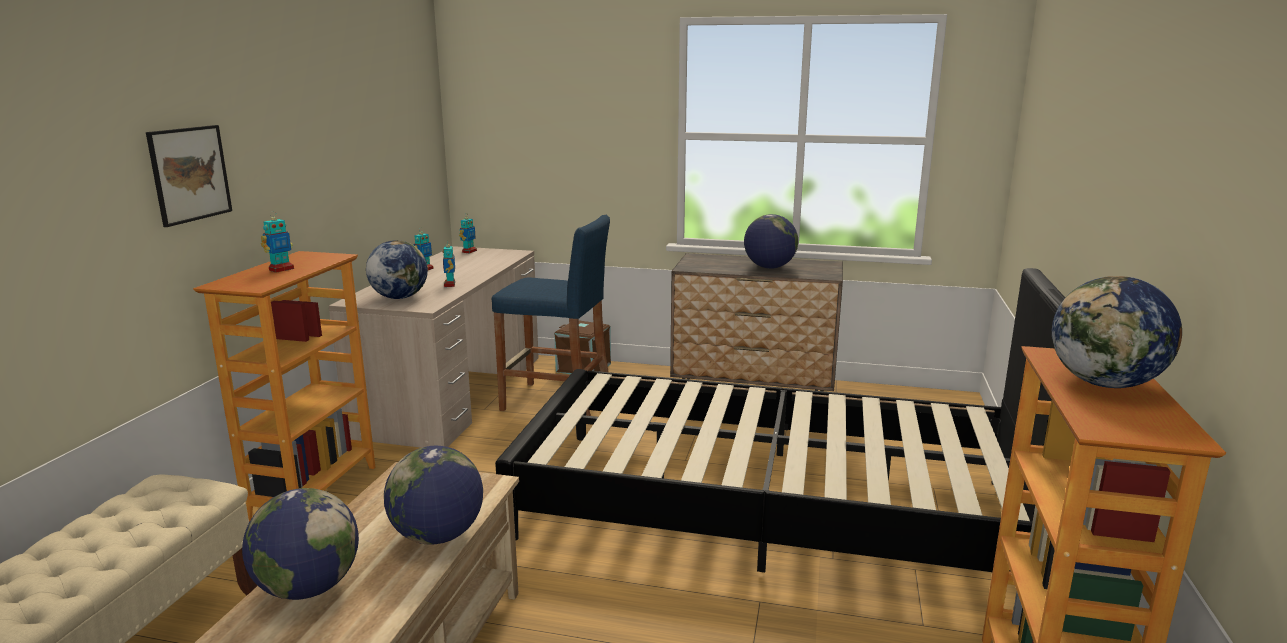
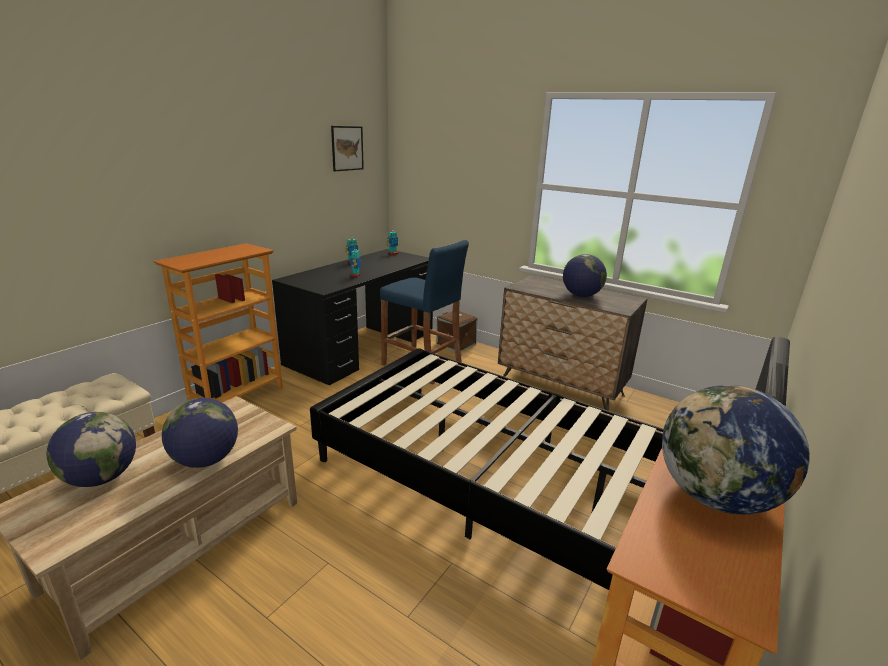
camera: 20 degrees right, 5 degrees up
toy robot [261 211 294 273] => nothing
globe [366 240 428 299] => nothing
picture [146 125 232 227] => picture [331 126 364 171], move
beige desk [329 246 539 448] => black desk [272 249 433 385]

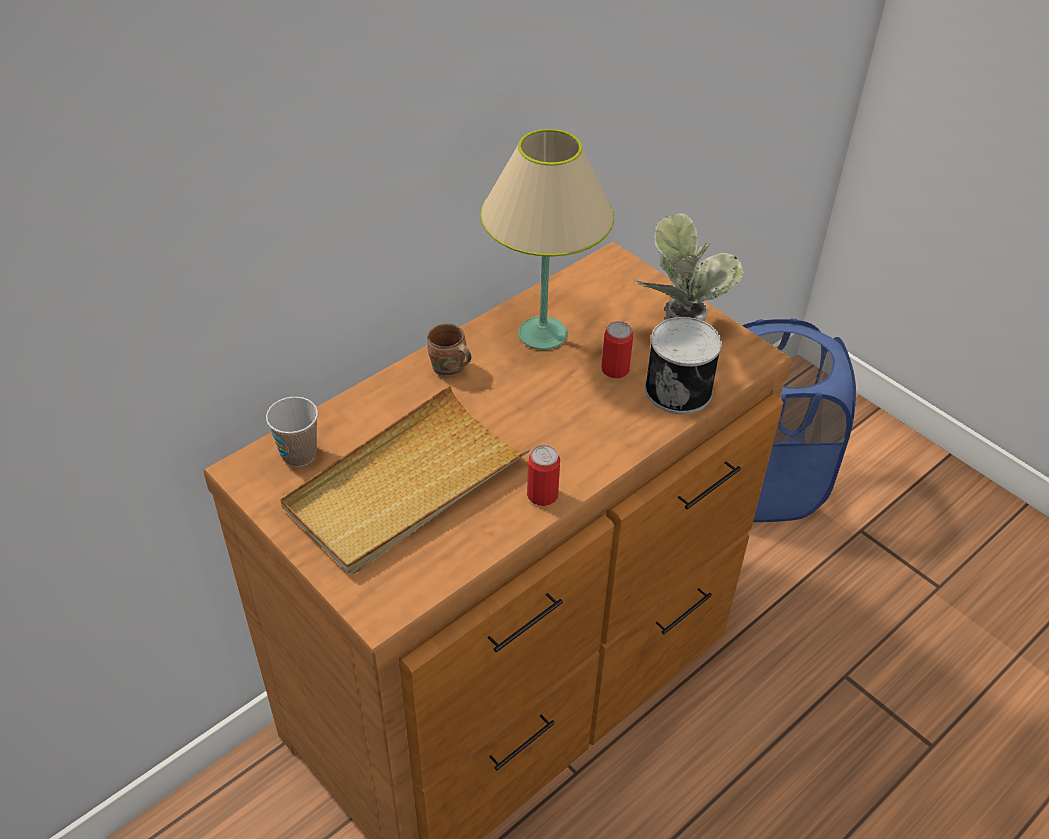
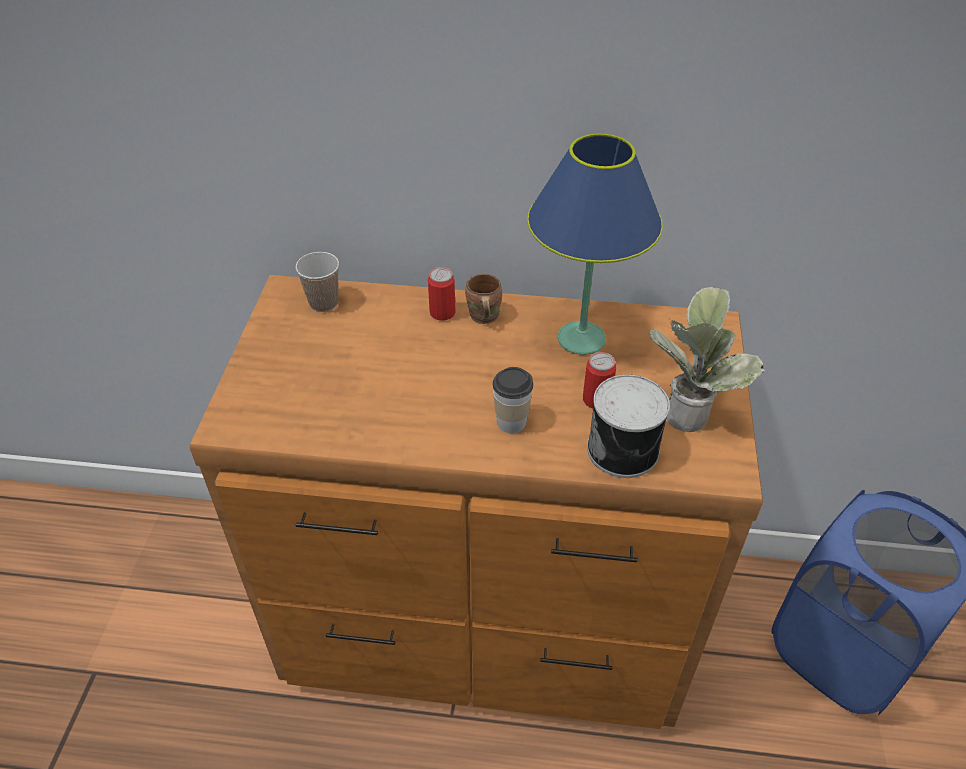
camera: 50 degrees right, 0 degrees up
beige tray [280 385 530 575] => nothing
nothing => cup [492 367 534 433]
can [527 445 560 506] => can [428 267 455 321], move
beige table lamp [480 129 614 350] => blue table lamp [527 133 663 355]

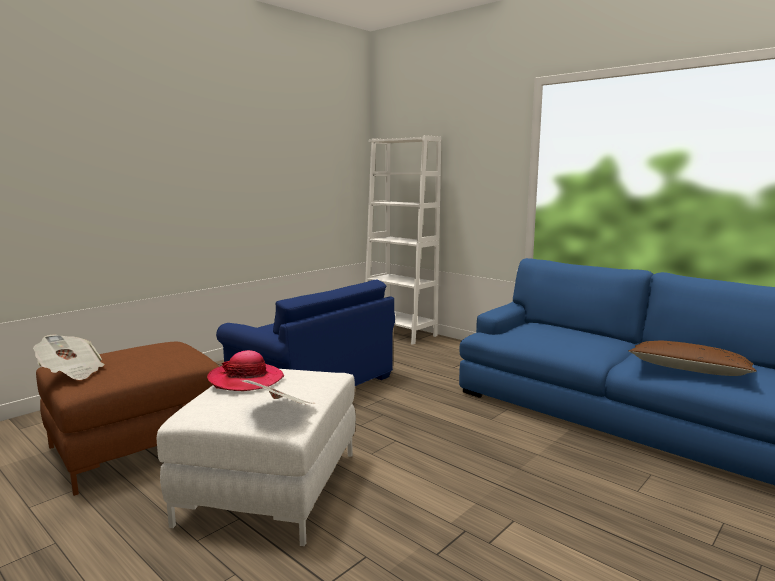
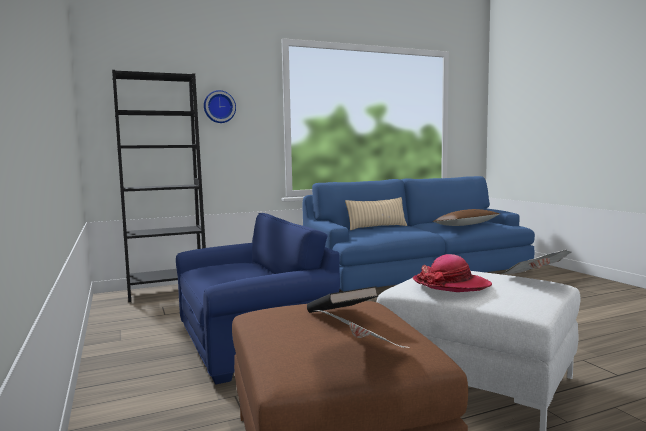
camera: 65 degrees left, 5 degrees down
nothing => wall clock [204 90 236 123]
nothing => black book [307 286 378 313]
nothing => beige pillow [345 197 407 230]
white bookcase [365 135 441 345] => black bookcase [112 70 206 303]

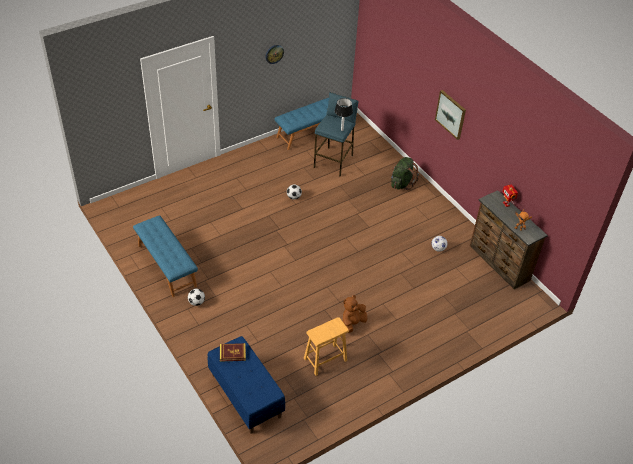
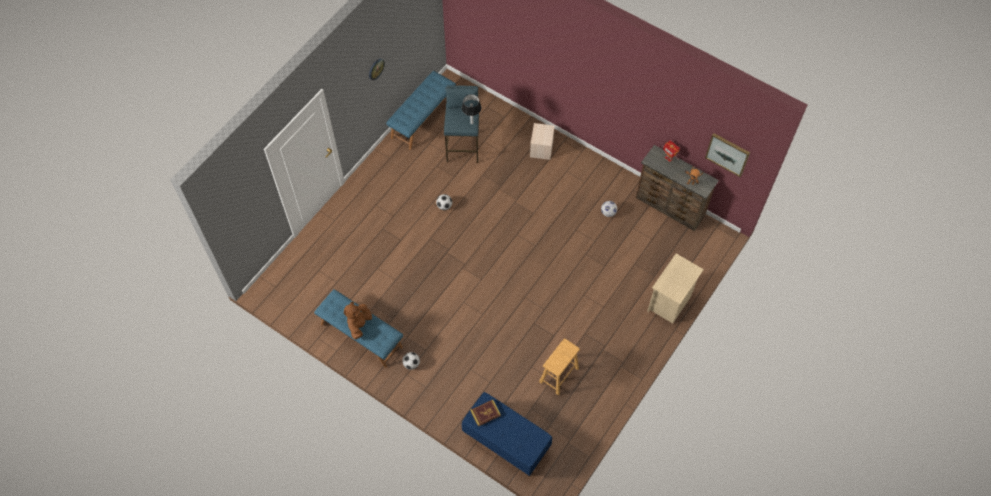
camera: 20 degrees left, 15 degrees up
nothing => beige nightstand [647 254 704 323]
brown plush toy [343 295 367 333] => brown plush toy [344 302 372 340], move
picture [435 90 466 140] => picture [705 133 750 177], move
green backpack [391 157 419 190] => beige storage box [530 123 554 160]

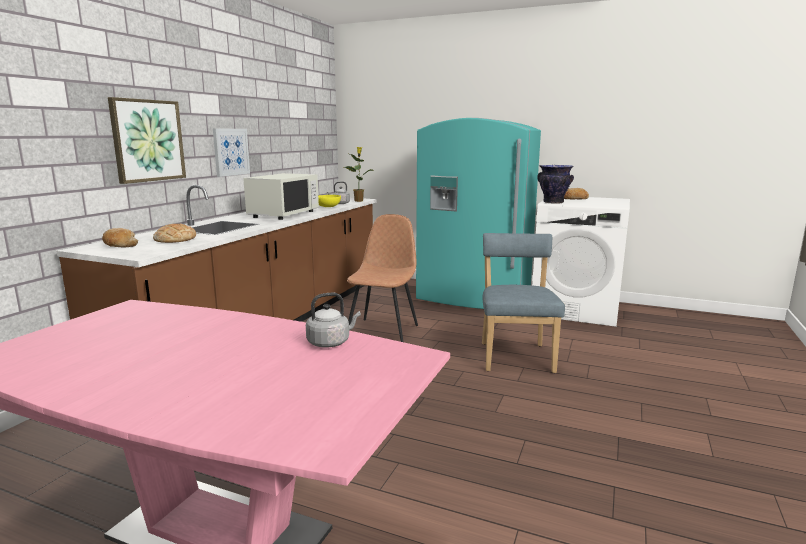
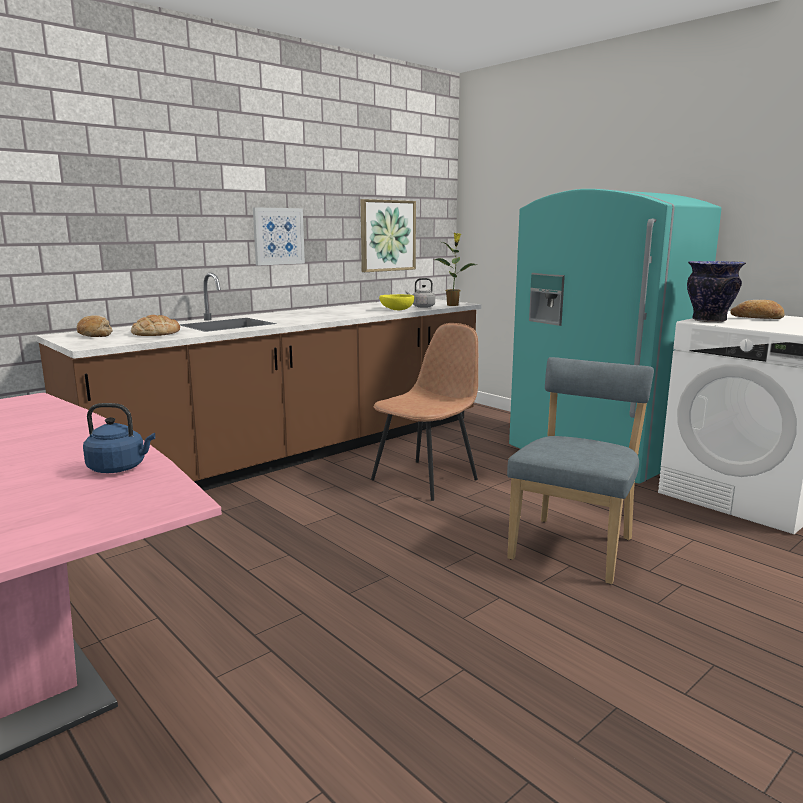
camera: 25 degrees right, 0 degrees up
white microwave [243 173 319 220] => nothing
picture [108 97 186 184] => picture [361 199 416 272], move
grey kettle [306 293 361 347] => blue kettle [83 403 155 473]

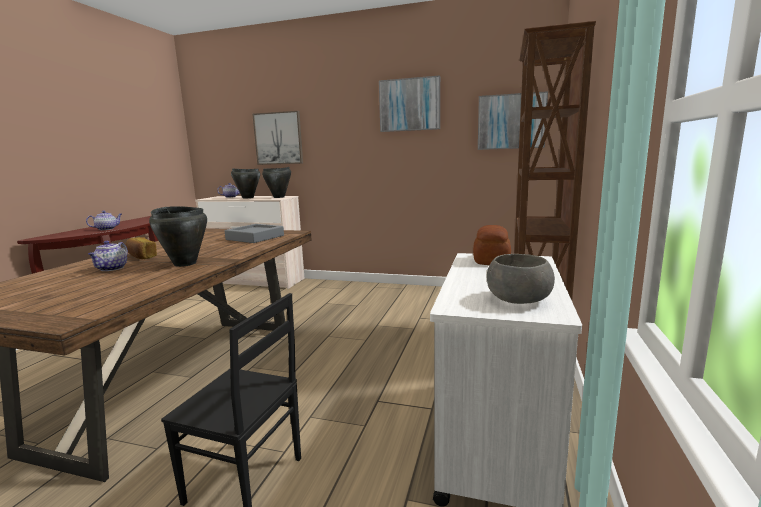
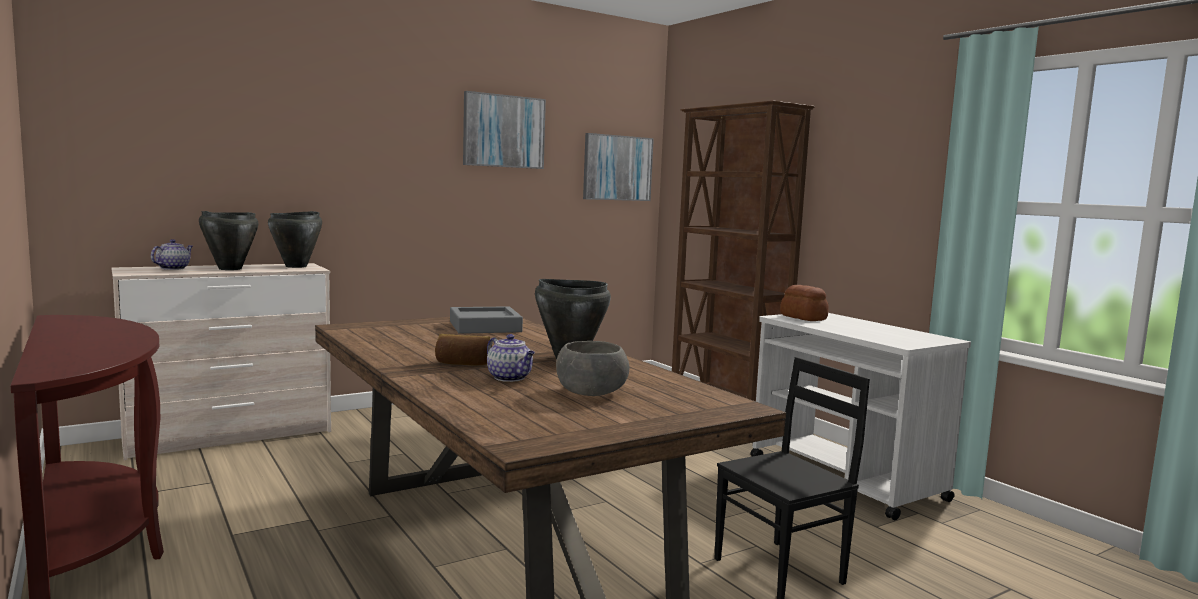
camera: 50 degrees left, 5 degrees down
teapot [86 211 122 230] => nothing
picture [252 111 303 165] => nothing
grey bowl [487 254 555 304] => grey bowl [556 341 630 396], move

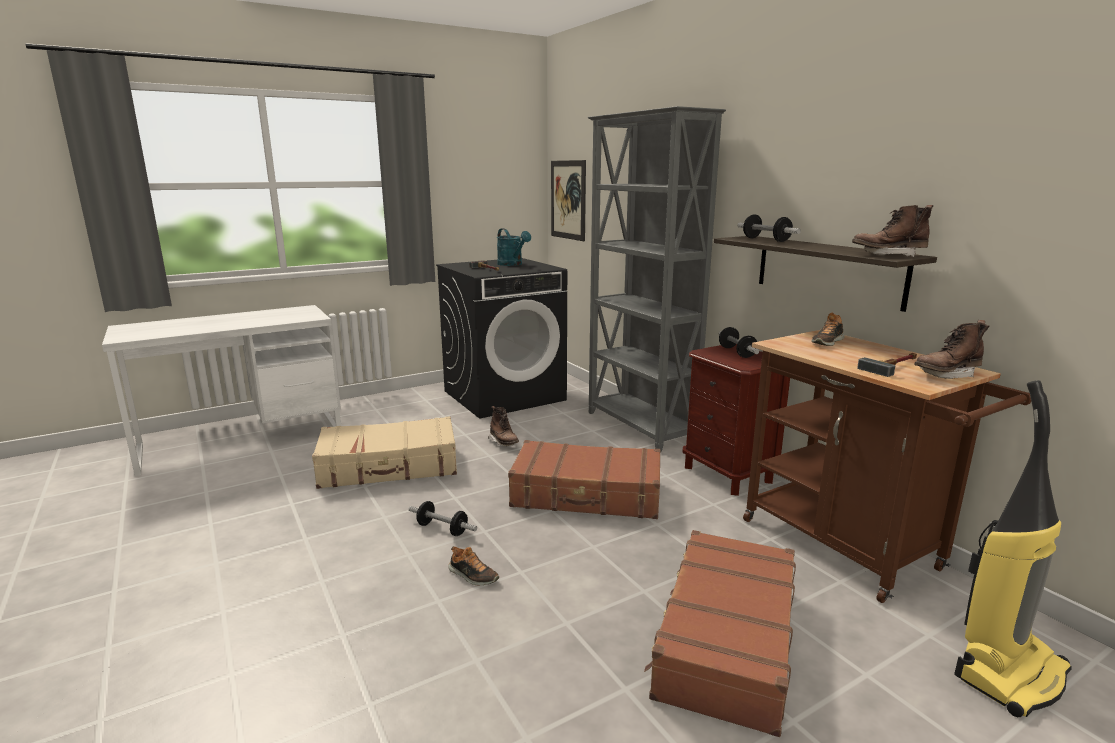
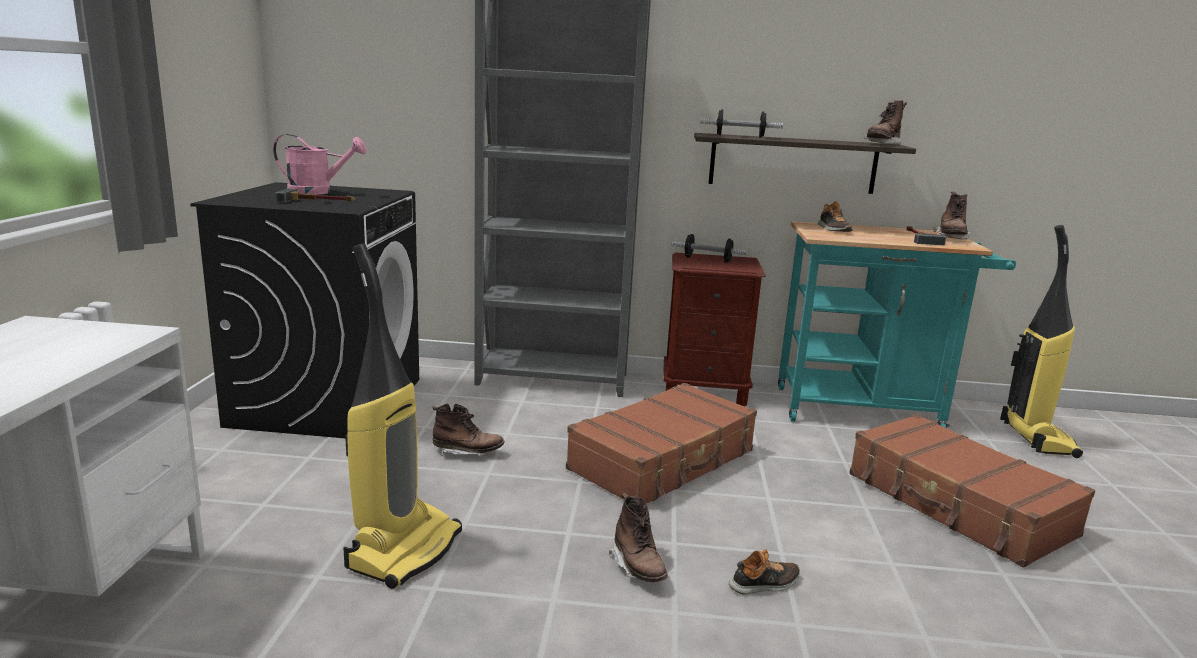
camera: 55 degrees left, 0 degrees up
picture [551 160 586 241] => nothing
beige suitcase [312 416 457 489] => vacuum cleaner [343 244 462 589]
dumbbell [409 501 477 536] => brown boot [609 493 668 582]
turquoise watering can [497 228 531 266] => pink watering can [273 134 366 195]
brown cart [743 330 1031 603] => turquoise cart [778 221 1016 428]

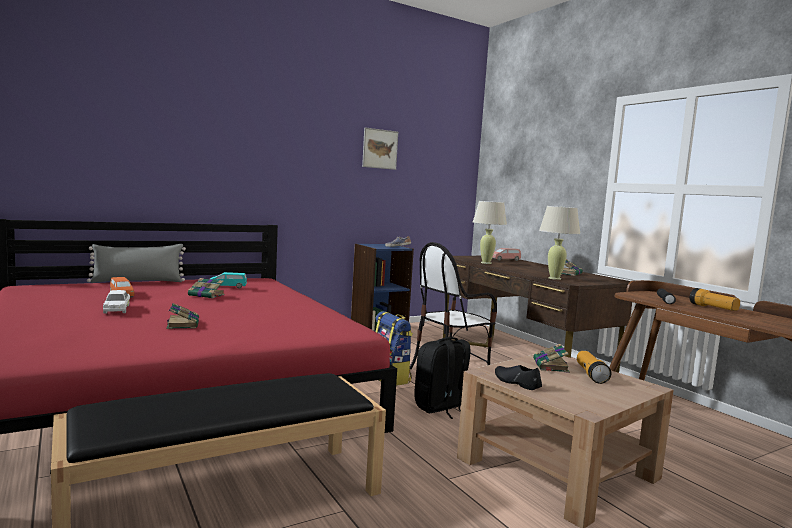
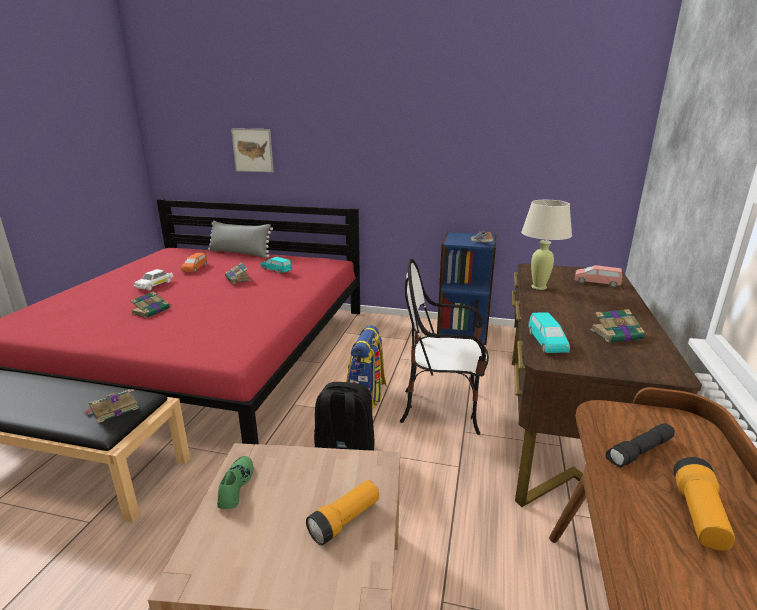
camera: 45 degrees right, 15 degrees up
picture [362 127 398 170] => picture [231 128 274 173], move
book [533 344 570 373] => book [83 389 139 423], move
beige table lamp [539 206 580 280] => turquoise toy car [528 313 570 353]
black shoe [495 365 542 390] => green shoe [217 456 253 509]

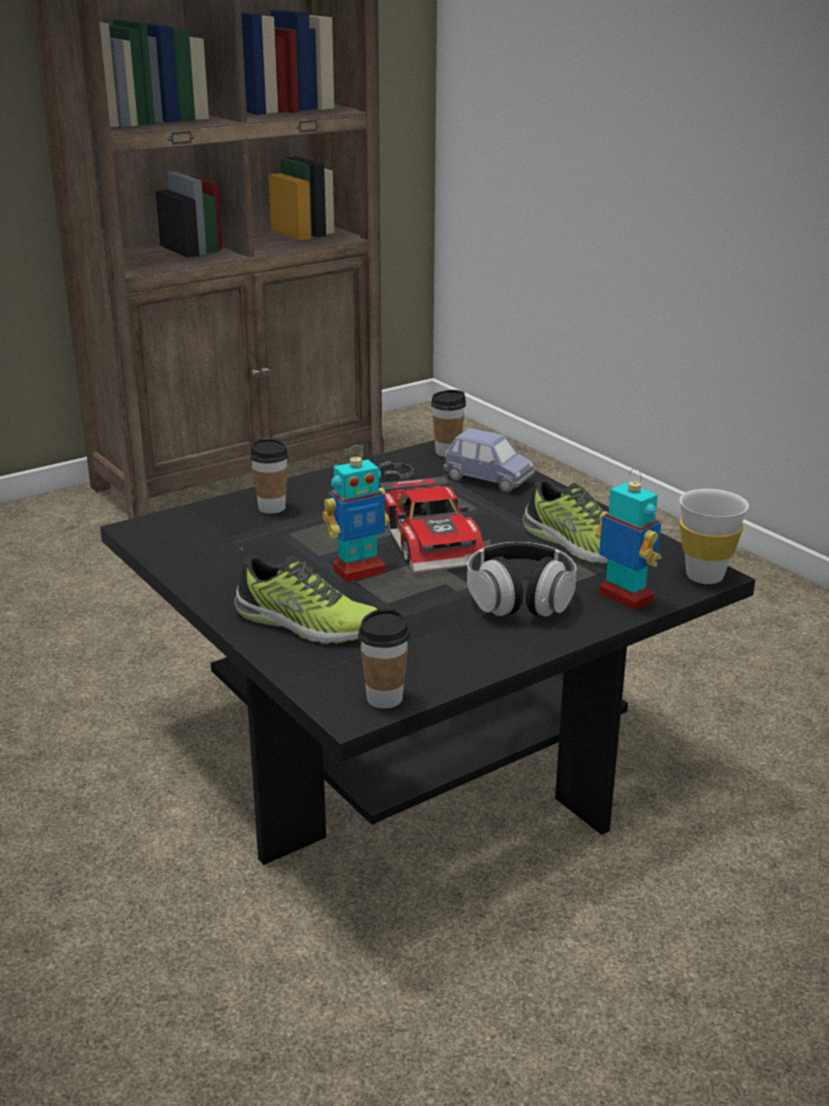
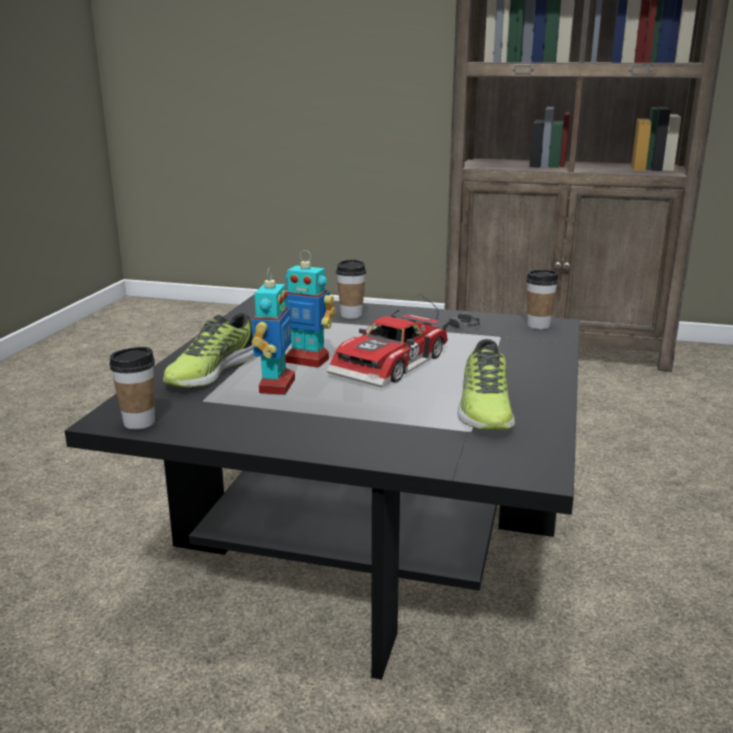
camera: 50 degrees right, 5 degrees down
blue toy car [443 428 535 492] => nothing
headphones [467 542 577 617] => nothing
white cup [679 489 749 584] => nothing
toy robot [595 469 661 610] => toy robot [252 267 295 395], move
shoe [235 555 377 644] => shoe [163 313 254 387], 45 degrees clockwise

